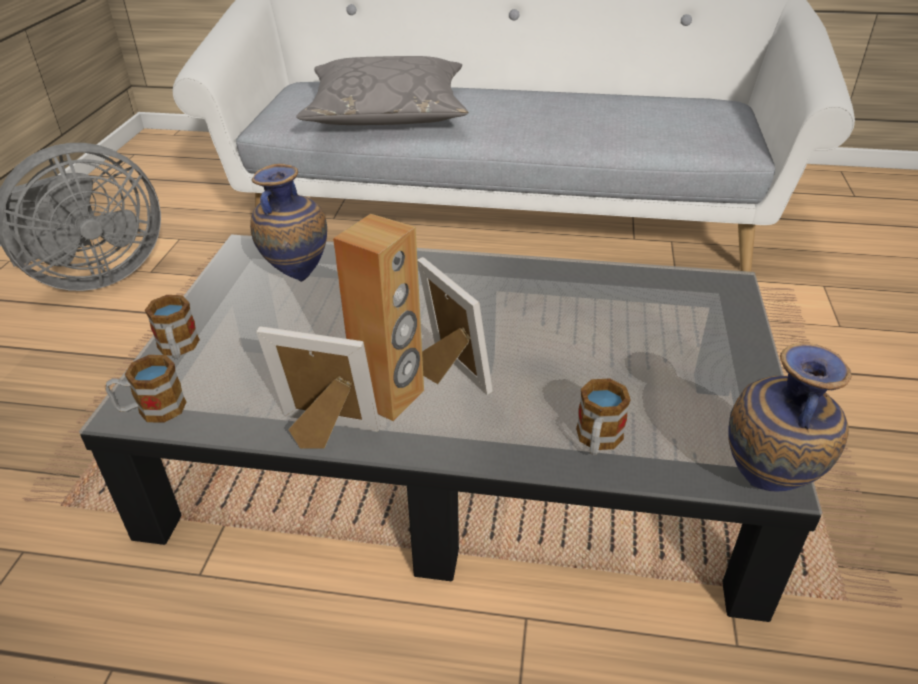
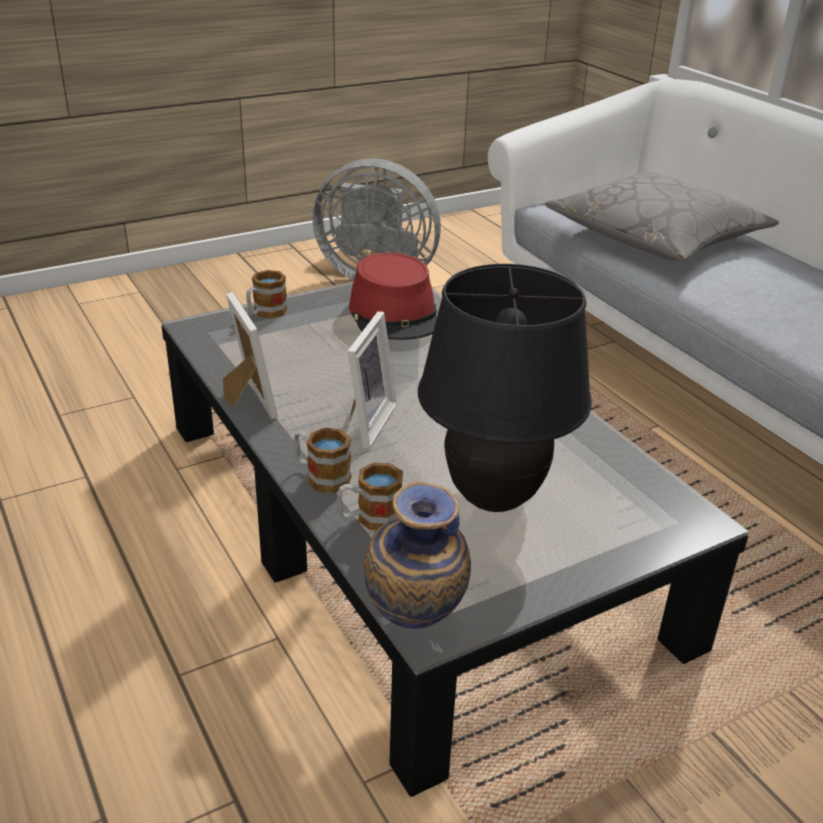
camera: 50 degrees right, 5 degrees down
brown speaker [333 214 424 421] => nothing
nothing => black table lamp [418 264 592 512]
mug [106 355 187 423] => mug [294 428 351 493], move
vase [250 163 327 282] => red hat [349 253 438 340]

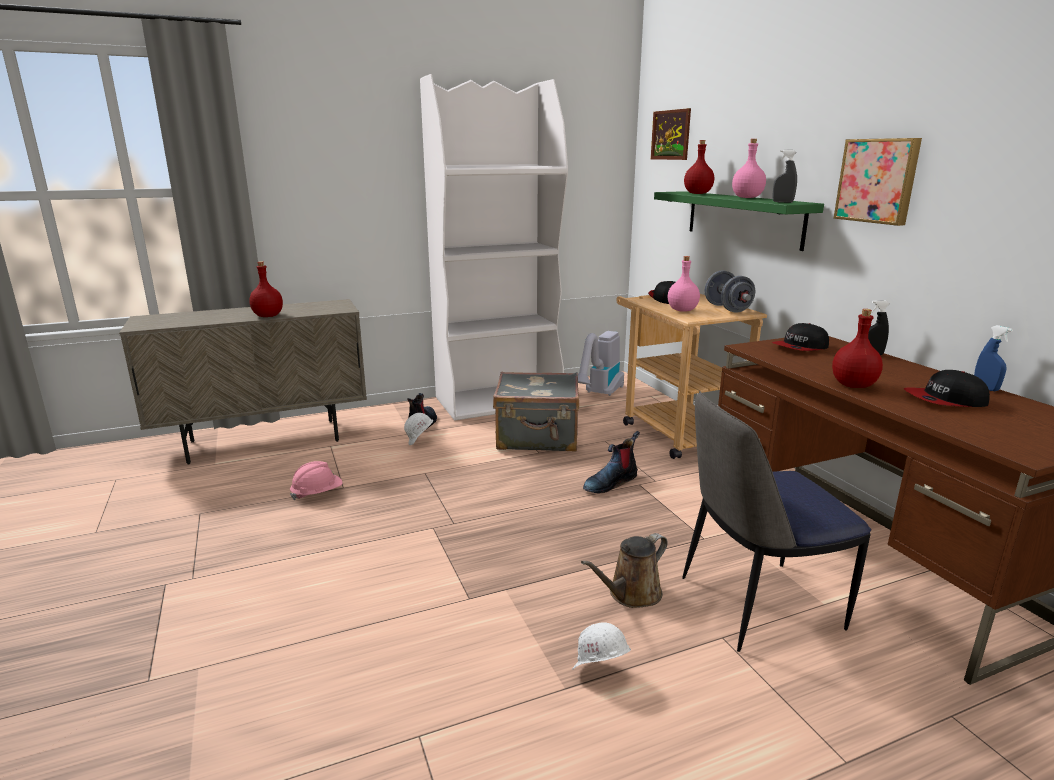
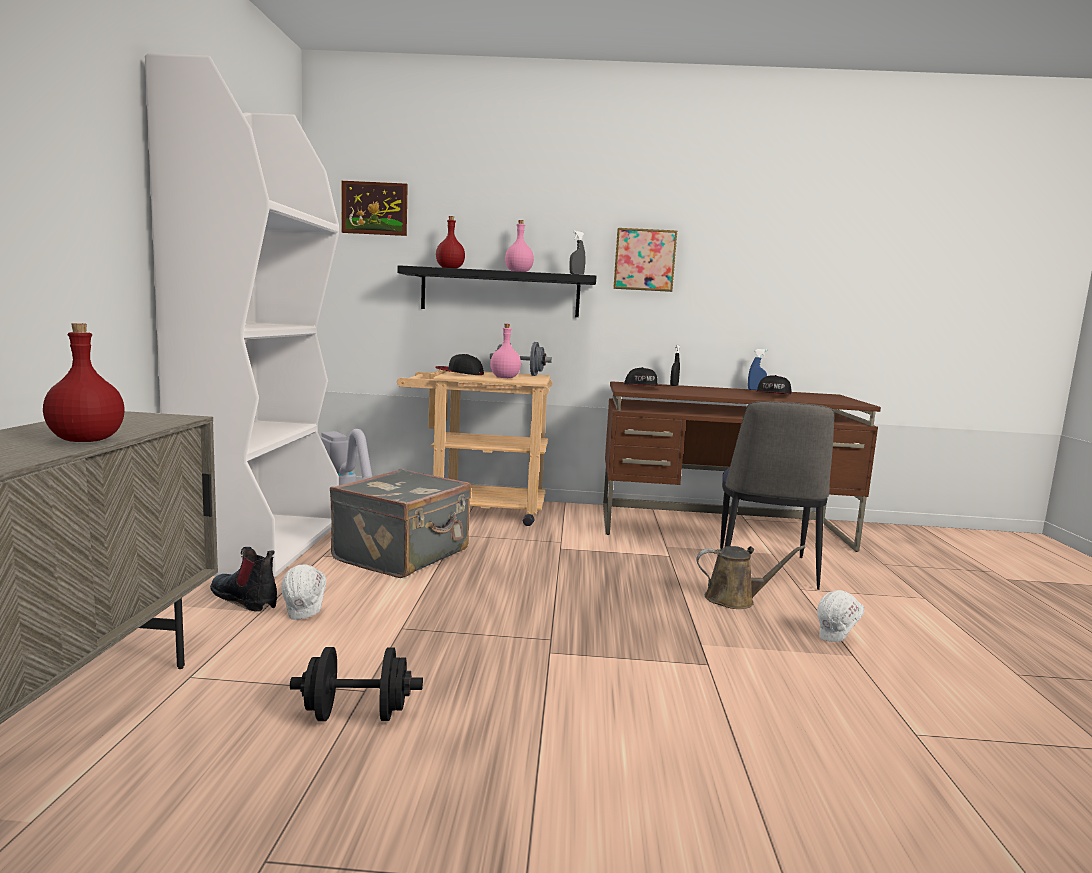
camera: 65 degrees left, 10 degrees down
boot [583 431 640 493] => nothing
red bottle [832 309 883 388] => nothing
pink hard hat [290 461 343 500] => black dumbbell [290 647 423 721]
green shelf [654 191 824 251] => black shelf [398 265 596 317]
brown watering can [581 533 668 608] => brown watering can [696 546 805 609], 75 degrees counterclockwise

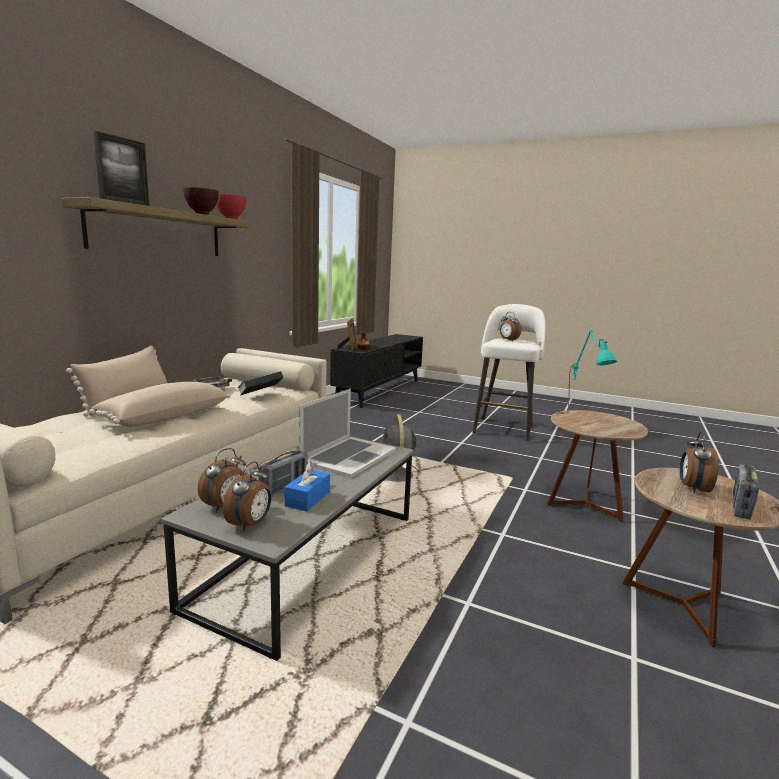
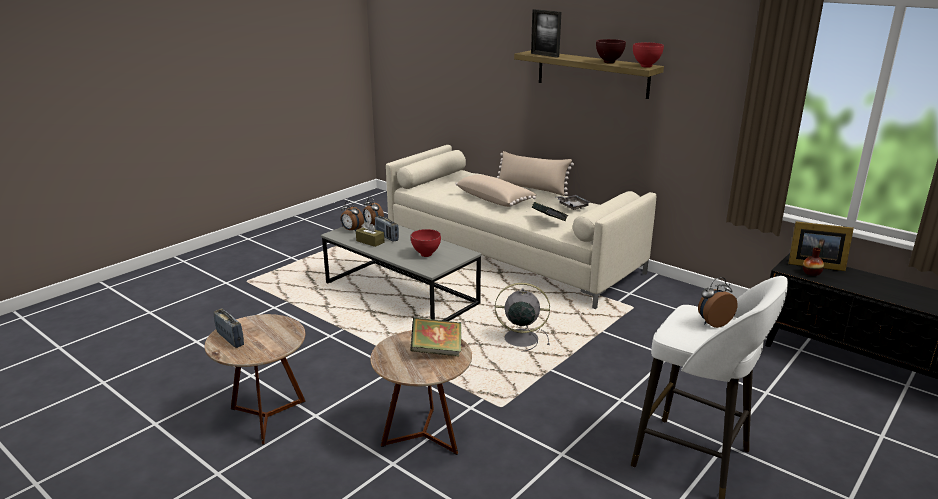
camera: 105 degrees right, 10 degrees up
alarm clock [680 431 718 493] => nothing
laptop [299 389 396 478] => red bowl [411 229 441 257]
turquoise table lamp [568 330 617 409] => book [410 317 461 357]
blue tissue box [284 461 330 512] => brown tissue box [356 221 384 247]

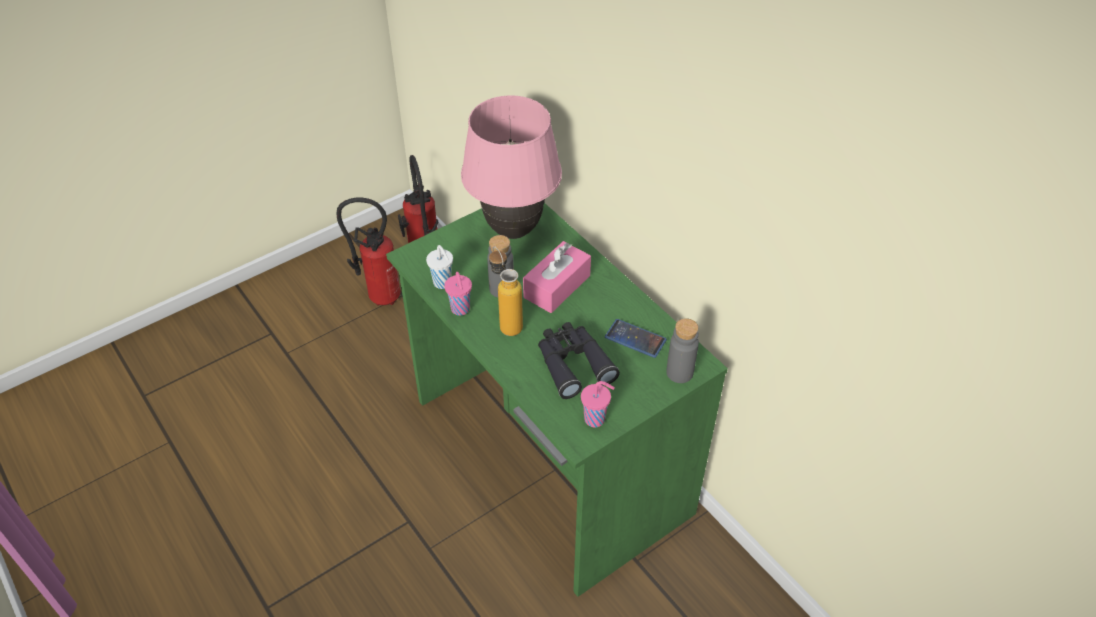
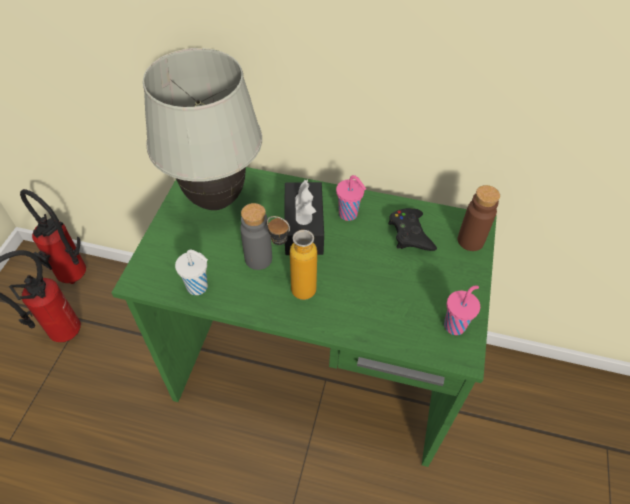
camera: 40 degrees left, 5 degrees up
black binoculars [538 322 620 399] => nothing
pink cup [444 272 472 316] => pink cup [336 175 366 221], move
phone [605 319 667 358] => black game controller [388 208 437 251]
pink table lamp [461 95 562 239] => white table lamp [143 48 262 210]
pink tissue box [523 241 591 313] => black tissue box [284 180 324 255]
grey bottle [666 318 699 383] => brown bottle [458 185 500 251]

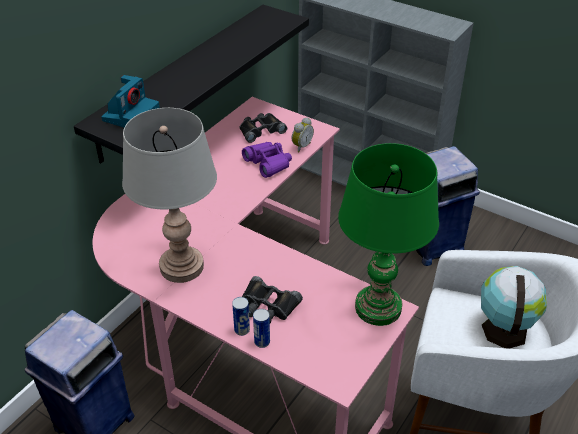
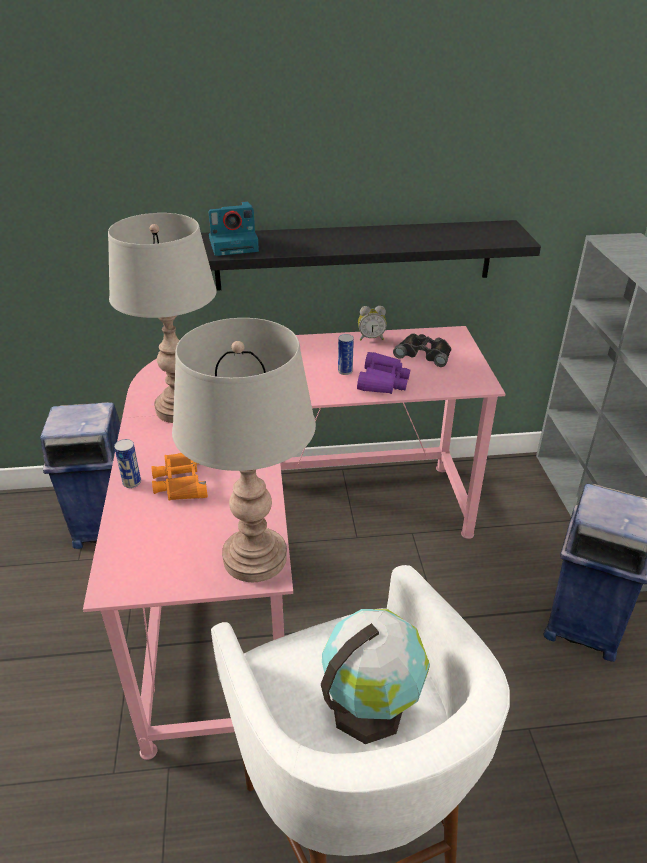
camera: 50 degrees right, 5 degrees down
can [253 309 270 348] => can [338 334 354 375], move
alarm clock [292 117 314 152] => alarm clock [358 306 387 341], move
black binoculars [242 276 303 323] => orange binoculars [152 453 208 501]
green table lamp [338 143 439 326] => grey table lamp [172 318 316 582]

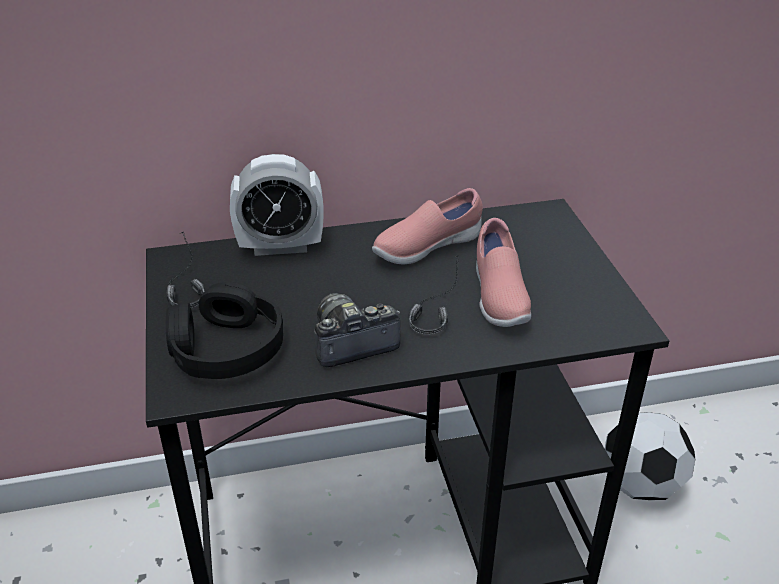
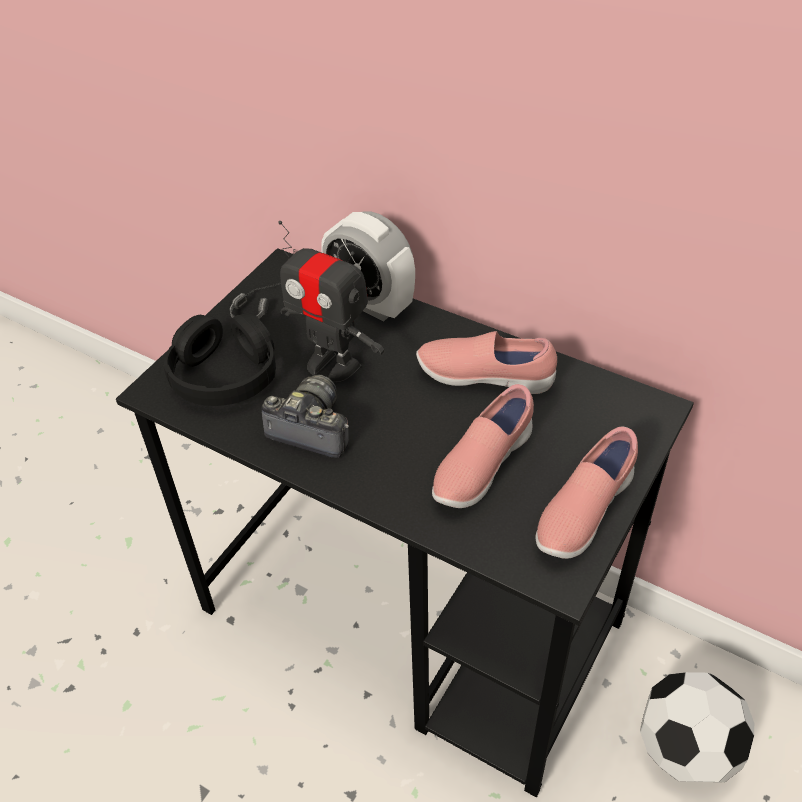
camera: 45 degrees right, 10 degrees up
headphones [409 256 459 335] => nothing
nothing => toy robot [278 221 384 383]
nothing => pink shoe [535 427 638 559]

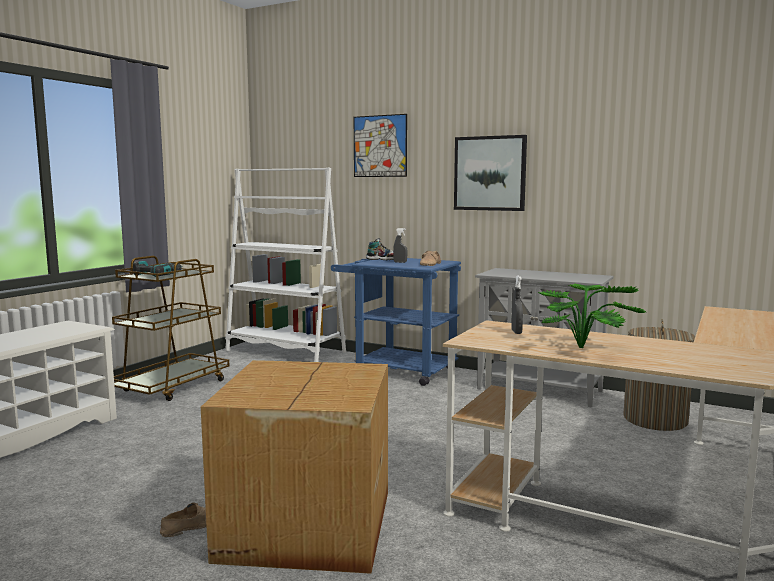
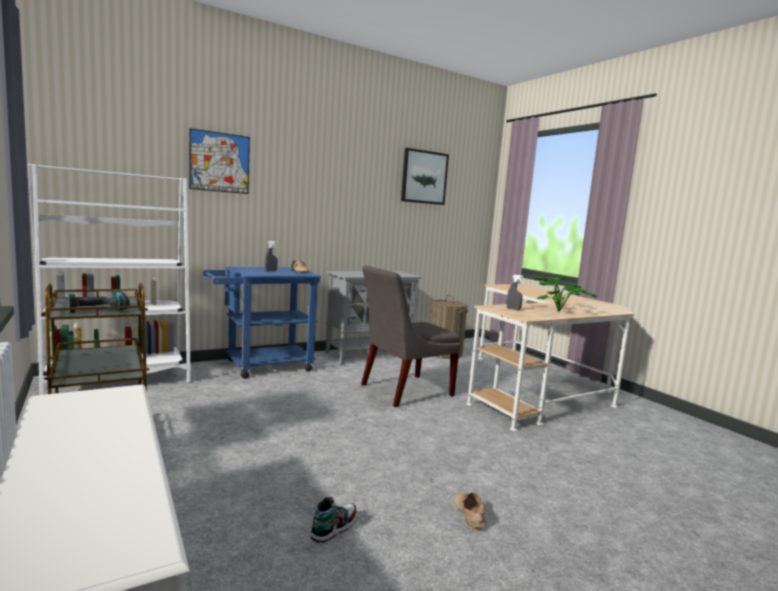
camera: 60 degrees left, 0 degrees up
cardboard box [201 360 388 574] => nothing
nothing => grey chair [361 265 461 407]
shoe [366 238 394 260] => shoe [310 497 357 543], move
picture [454 135 527 211] => picture [401 148 449 205], move

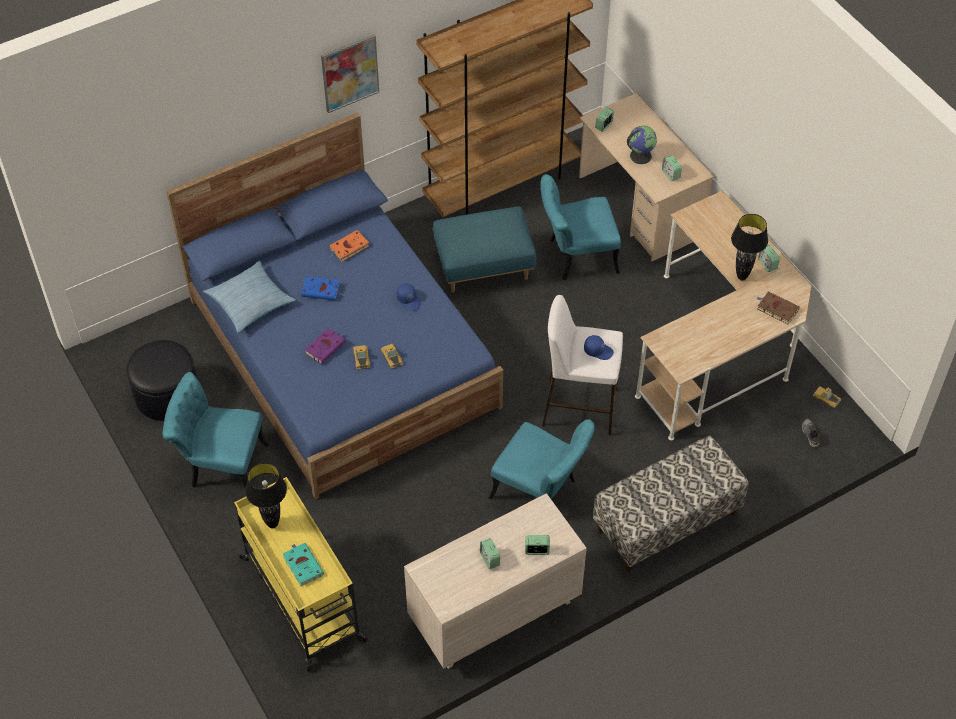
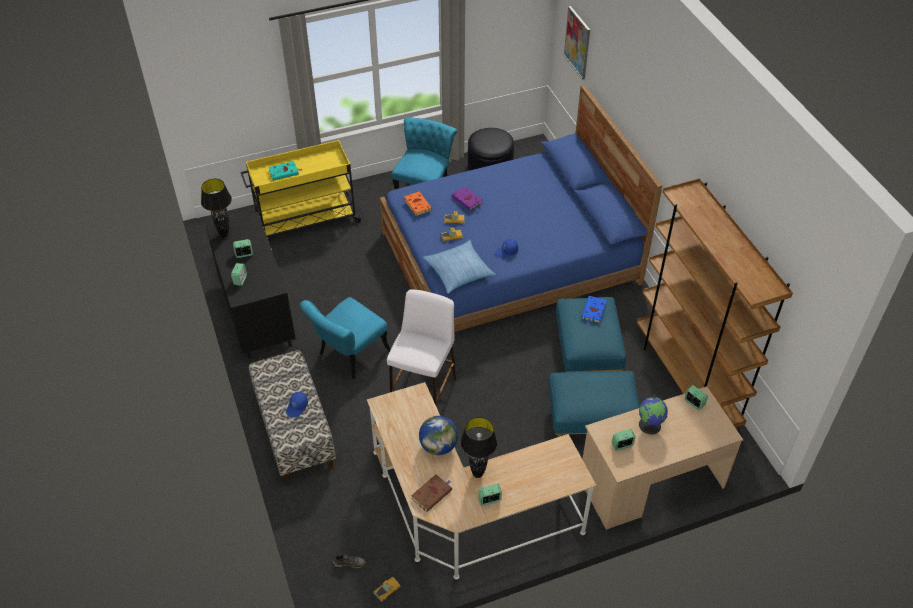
camera: 100 degrees right, 5 degrees down
nothing => globe [419 416 458 455]
pillow [203 260 296 333] => pillow [423 240 496 294], move
black table lamp [245 463 287 528] => black table lamp [201 179 232 238], move
blue book [301 277 344 300] => blue book [581 296 607 326], move
picture [321 34 379 113] => picture [564 6 590 80], move
orange book [328 230 369 262] => orange book [404 192 432 216], move
blue cap [584 335 614 360] => blue cap [286 392 308 417], move
turquoise chair [541 174 621 281] => blue ottoman [549 371 640 437]
beige dresser [404 493 587 669] => black dresser [205 212 296 358]

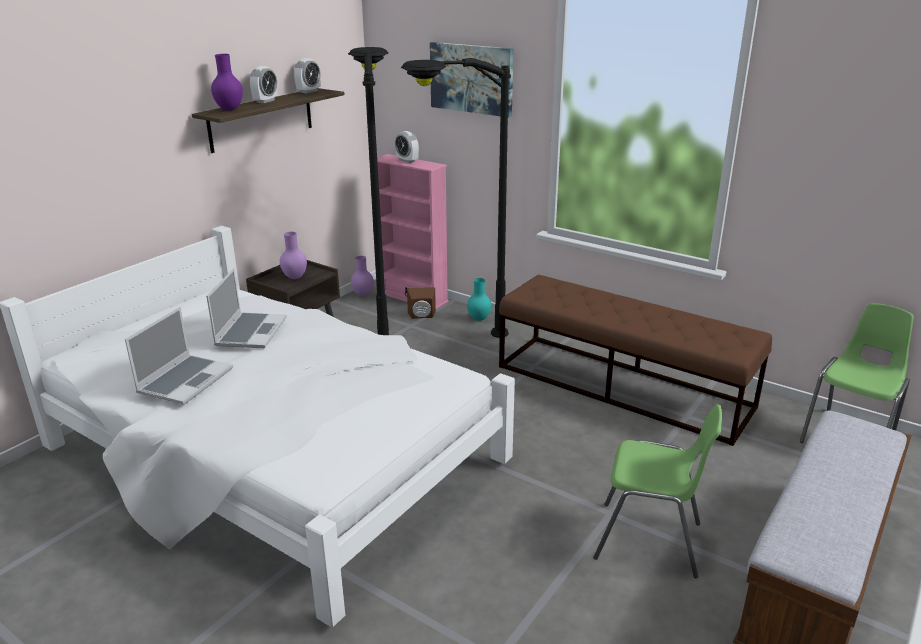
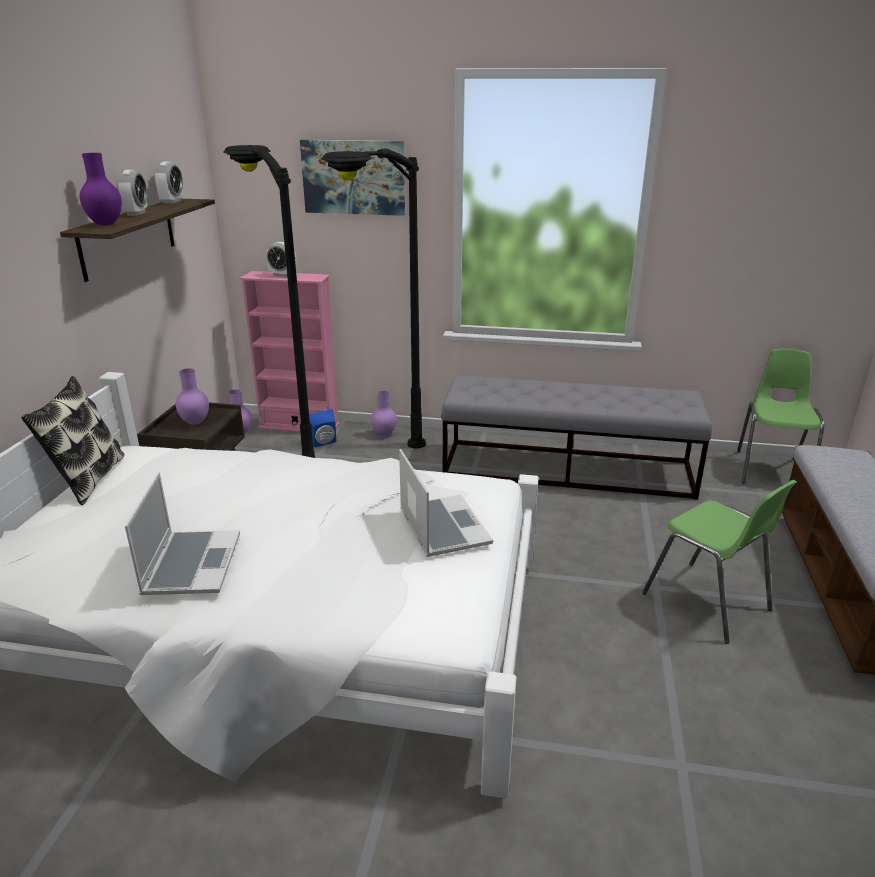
camera: 25 degrees left, 0 degrees up
nothing => pillow [21 376 125 505]
laptop [206 268 287 348] => laptop [399 449 493 557], move
brown speaker [407 287 436 319] => blue speaker [309 409 336 447]
turquoise vase [467 278 491 321] => purple vase [371 391 397 436]
brown bench [499 275 772 446] => grey bench [441 375 712 500]
green chair [593 404 722 578] => green chair [642 480 797 644], 60 degrees clockwise

